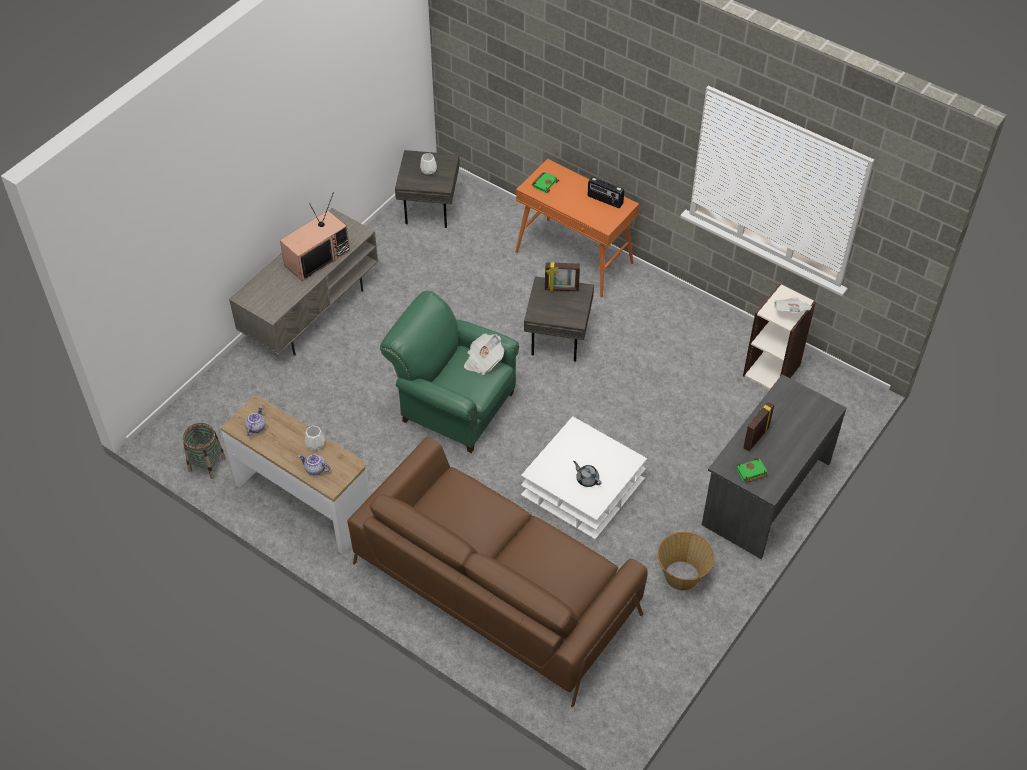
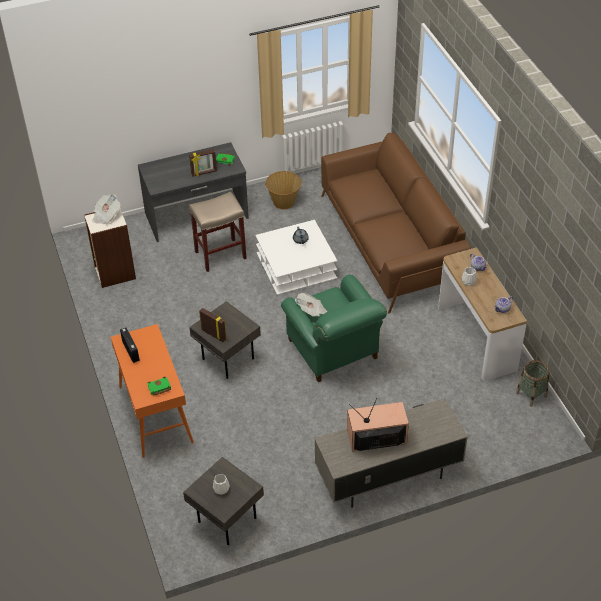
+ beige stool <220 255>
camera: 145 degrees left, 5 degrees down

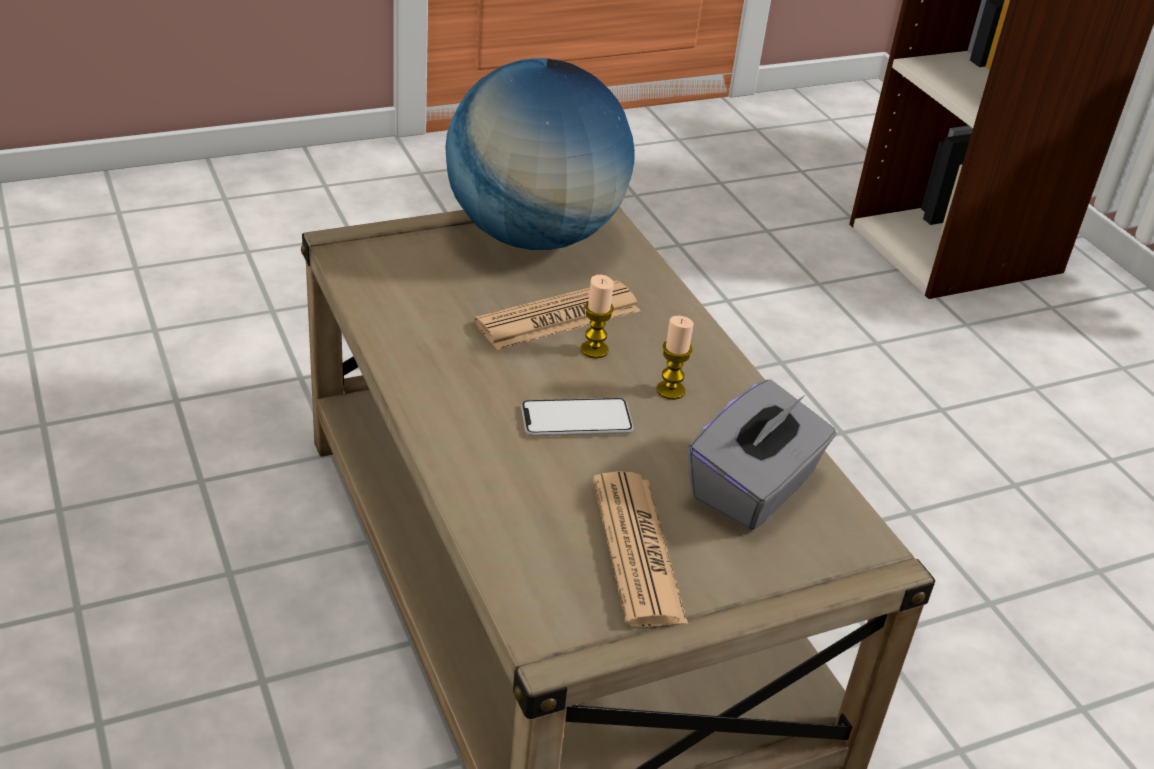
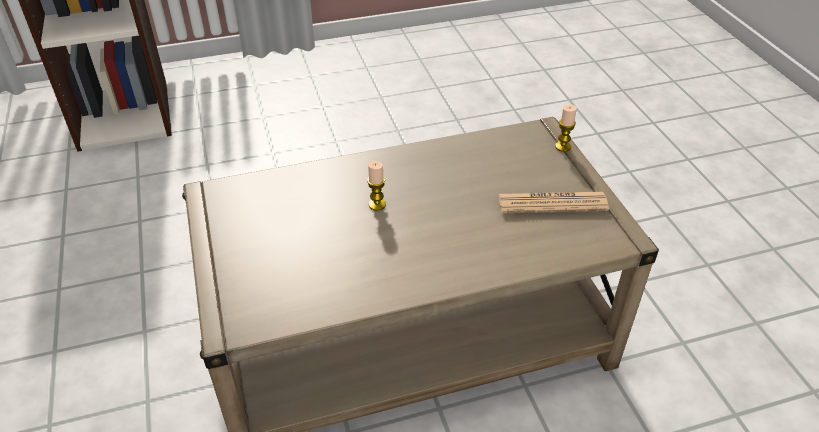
- globe <533 236>
- newspaper <558 317>
- phone <576 419>
~ candle <670 390> to <563 146>
- grey tissue box <754 489>
camera: 80 degrees left, 5 degrees up

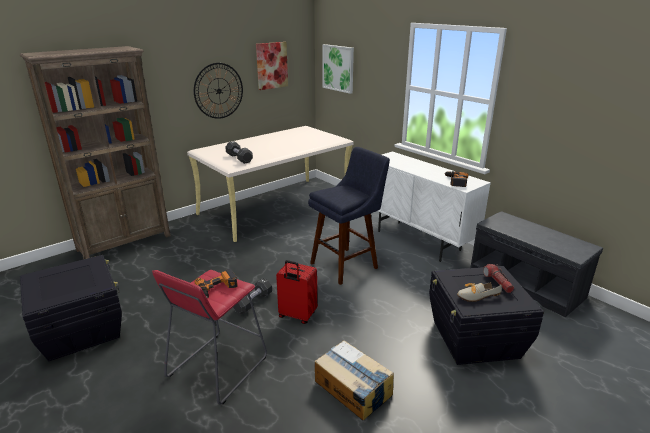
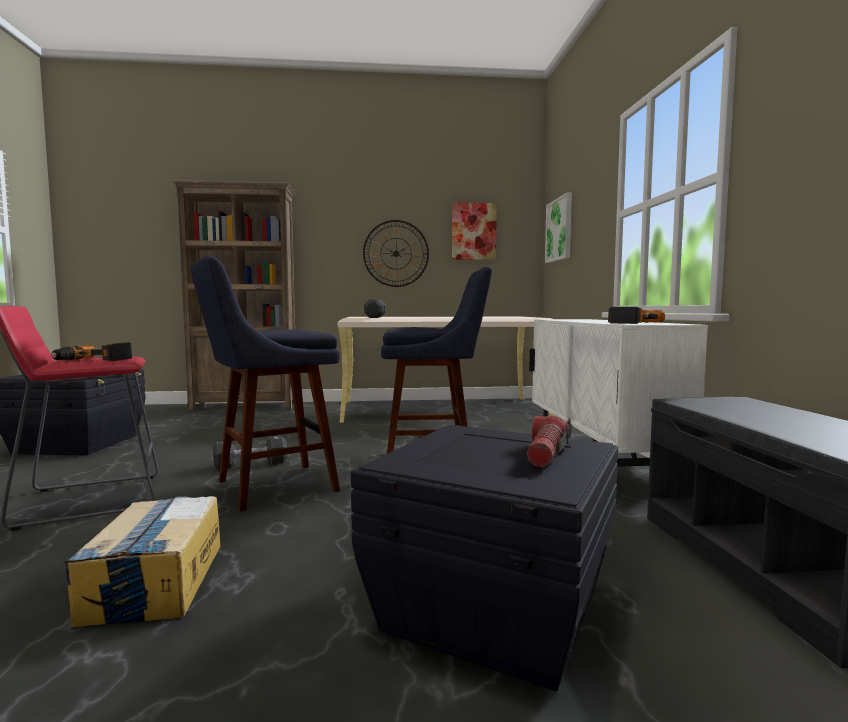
~ red suitcase <297 316> to blue stool <268 487>
- shoe <474 296>
camera: 35 degrees right, 20 degrees down

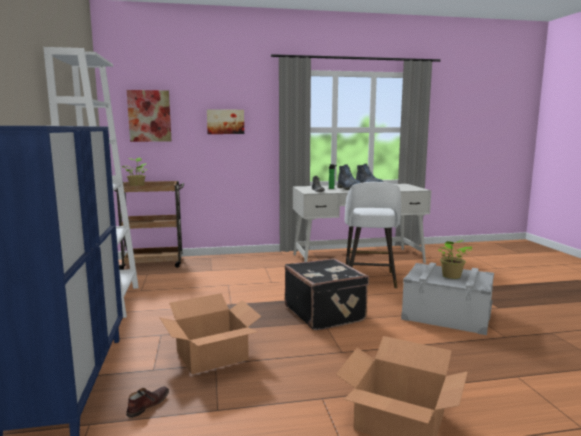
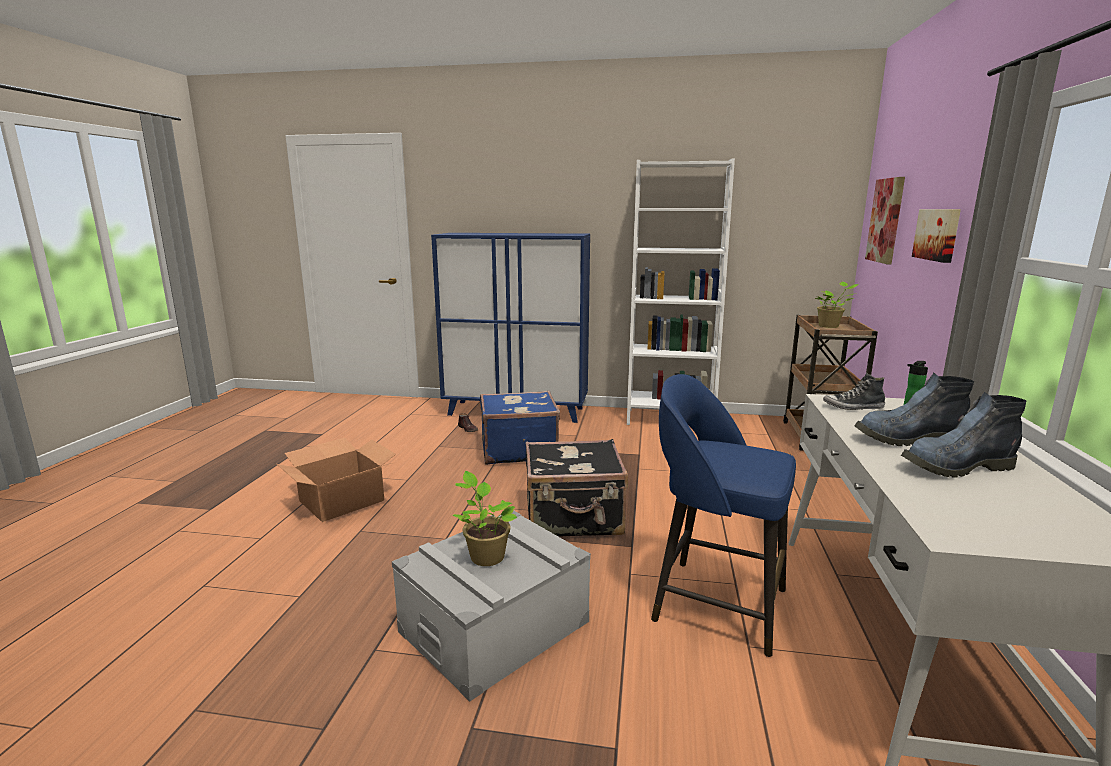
~ cardboard box <212 355> to blue suitcase <518 450>
~ white stool <369 279> to blue stool <715 603>
camera: 110 degrees right, 5 degrees up

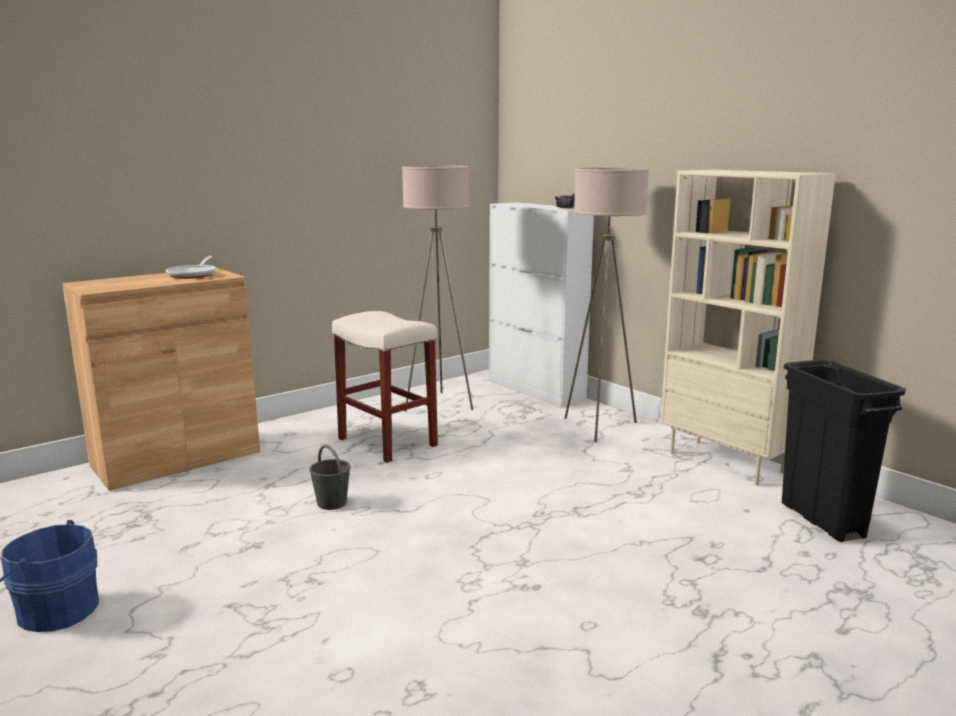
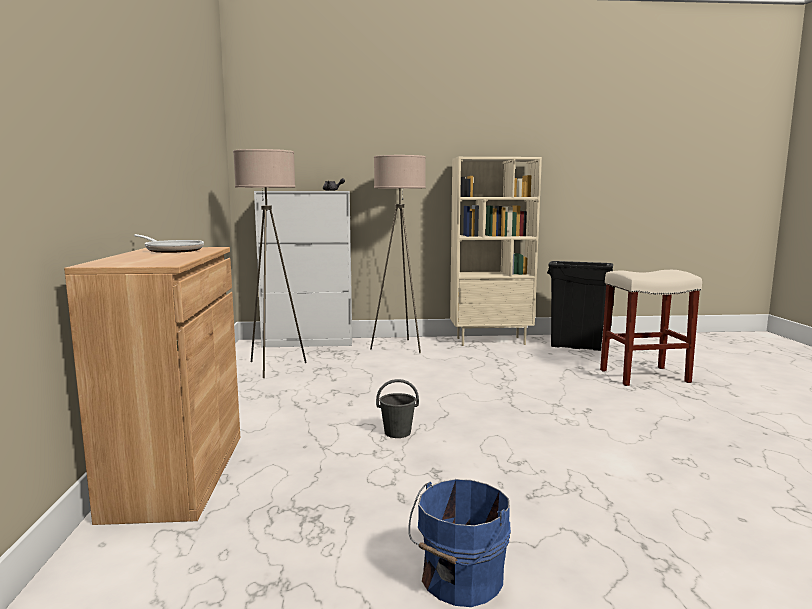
~ beige stool <388 442> to <645 376>
camera: 55 degrees left, 5 degrees down

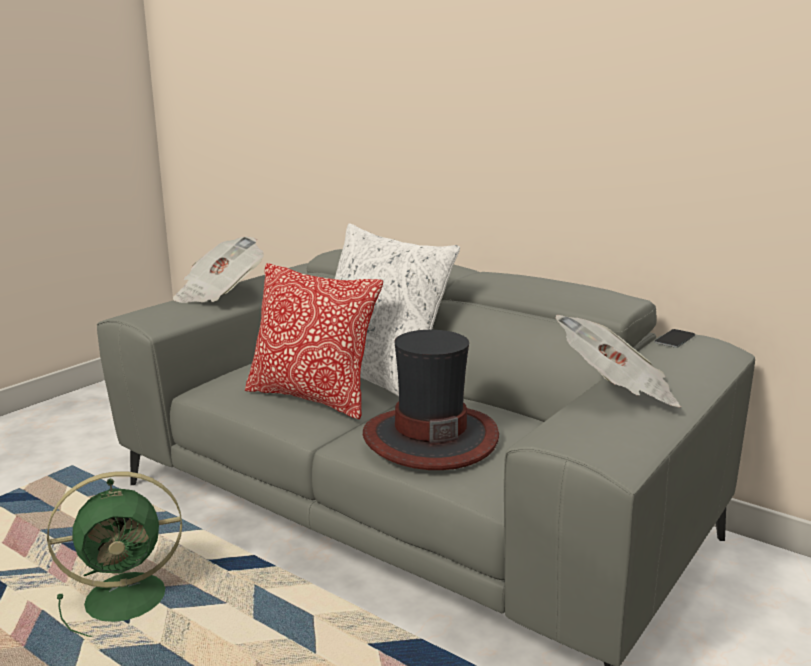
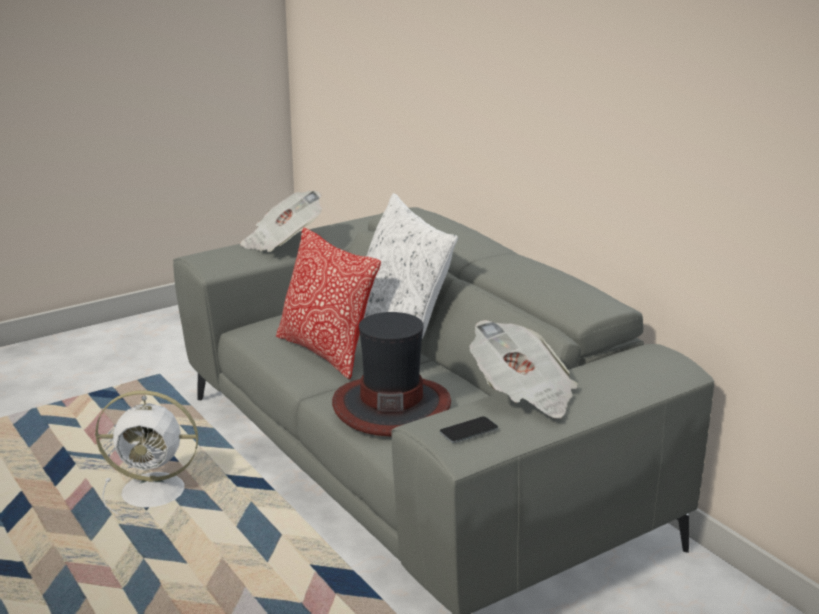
~ green fan <130 597> to white fan <156 491>
~ phone <675 339> to <468 430>
camera: 20 degrees right, 5 degrees up

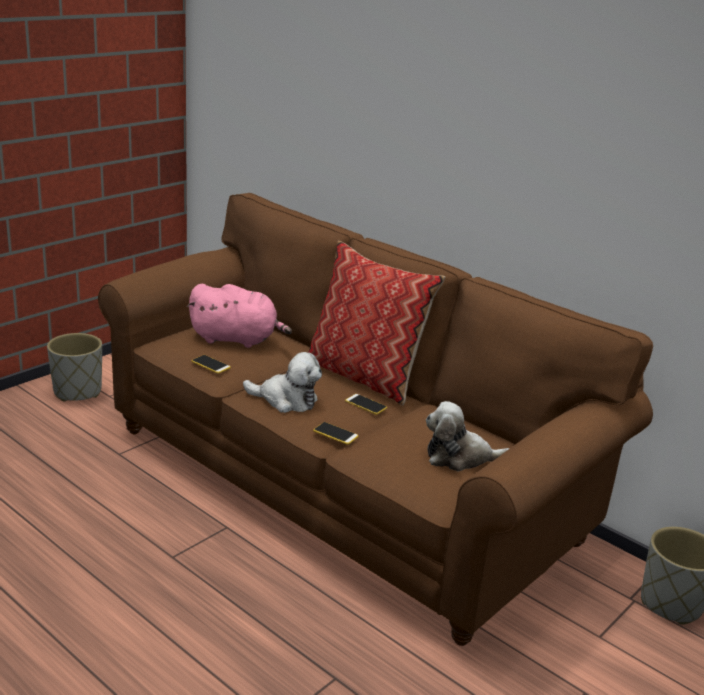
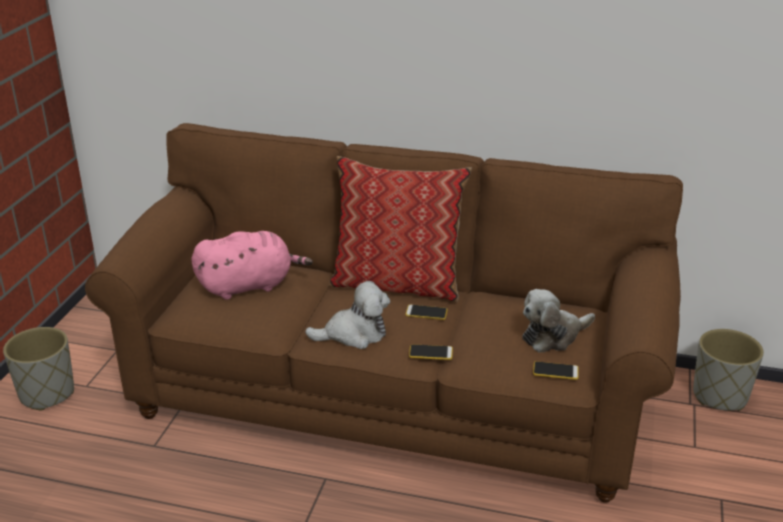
~ phone <211 364> to <555 371>
camera: 25 degrees left, 5 degrees up

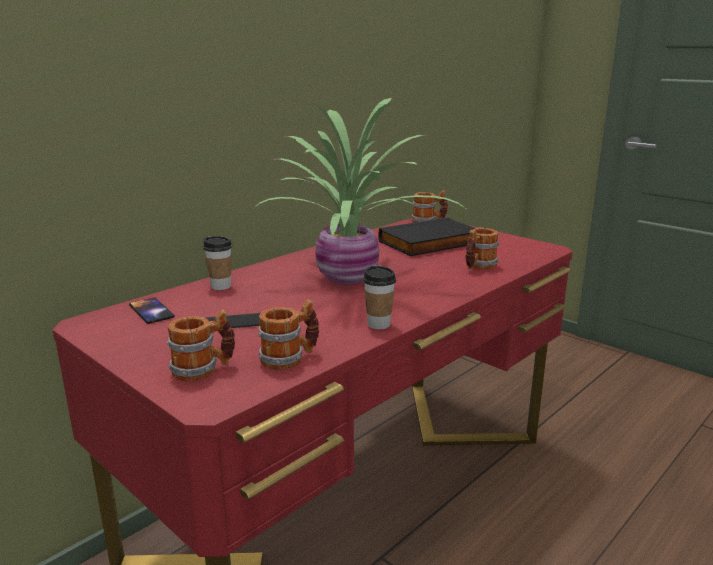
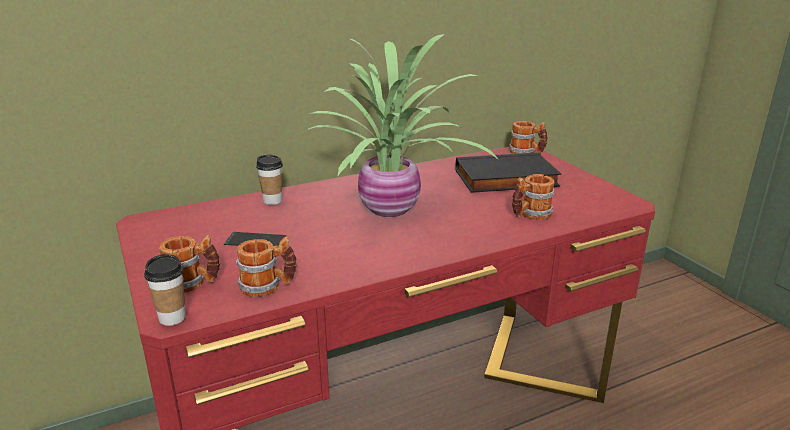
- phone <151 311>
~ cup <378 324> to <172 318>
camera: 20 degrees right, 5 degrees up

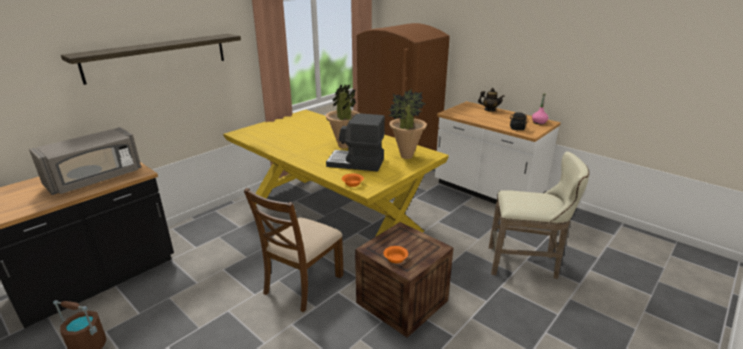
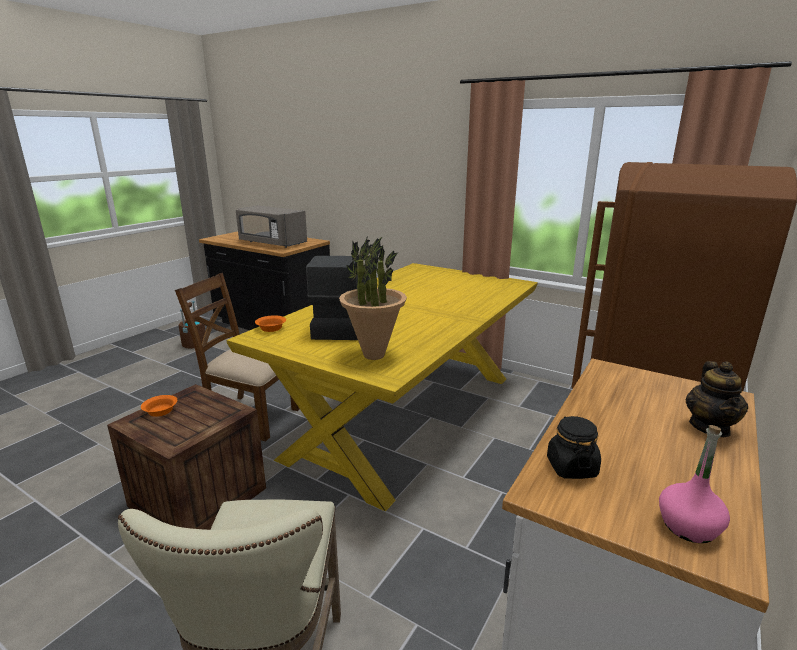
- shelf <157 57>
- potted plant <344 146>
camera: 80 degrees right, 5 degrees down

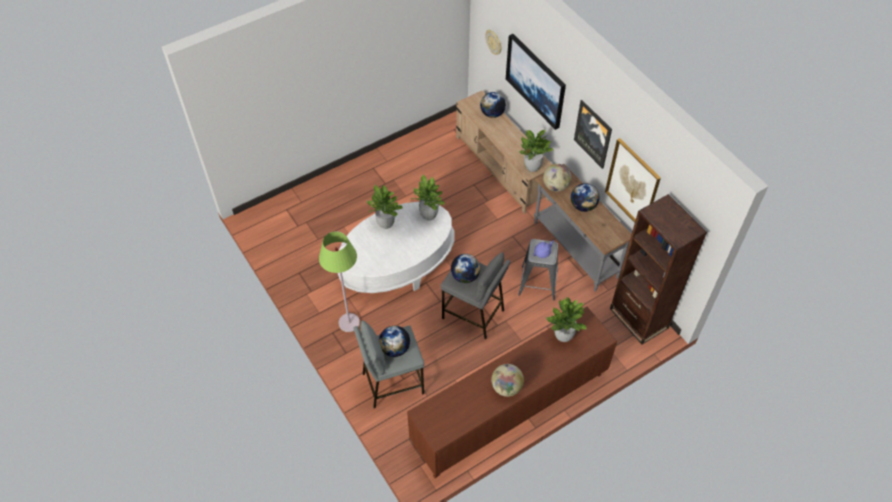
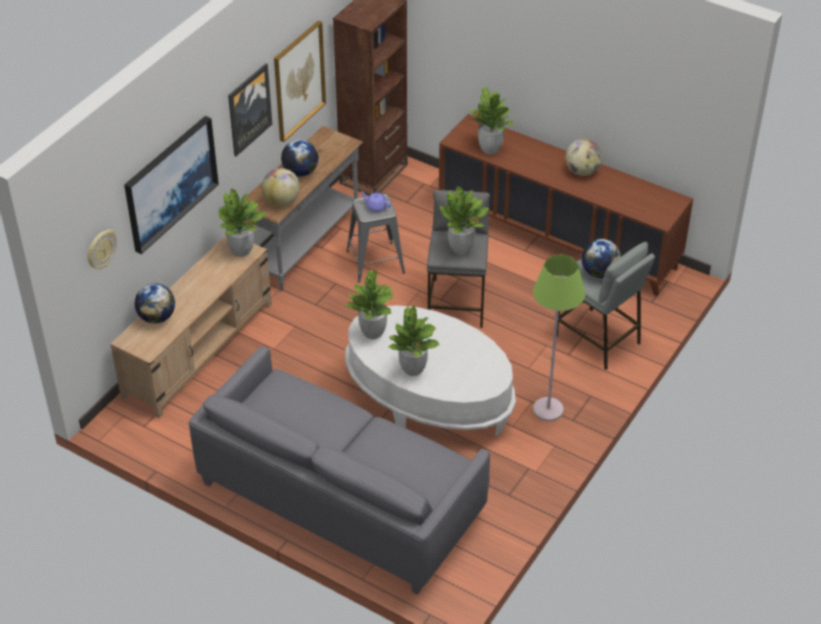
~ globe <465 276> to potted plant <461 249>
+ grey sofa <340 497>
camera: 115 degrees left, 10 degrees down

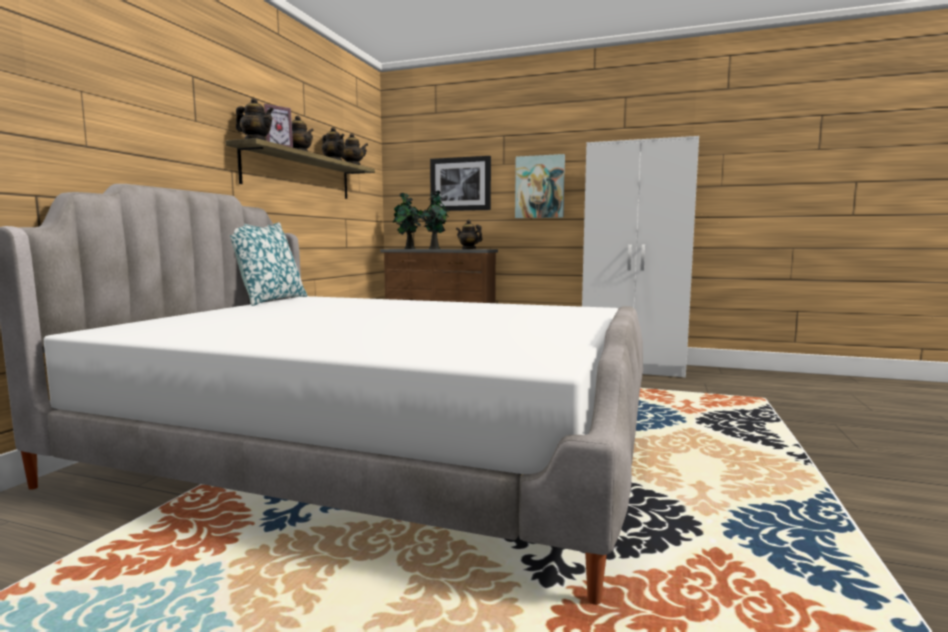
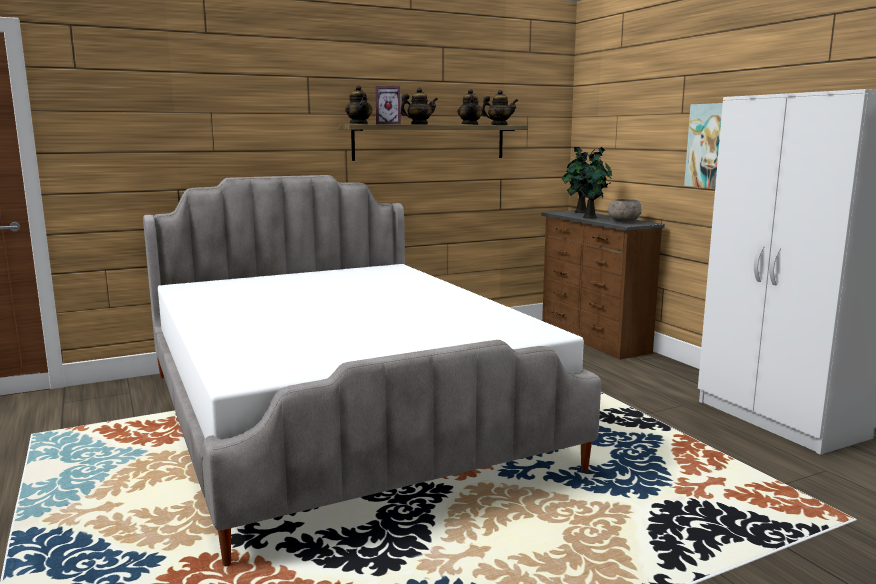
- pillow <268 300>
- picture <460 184>
~ teapot <468 249> to grey bowl <623 221>
camera: 45 degrees right, 5 degrees up

